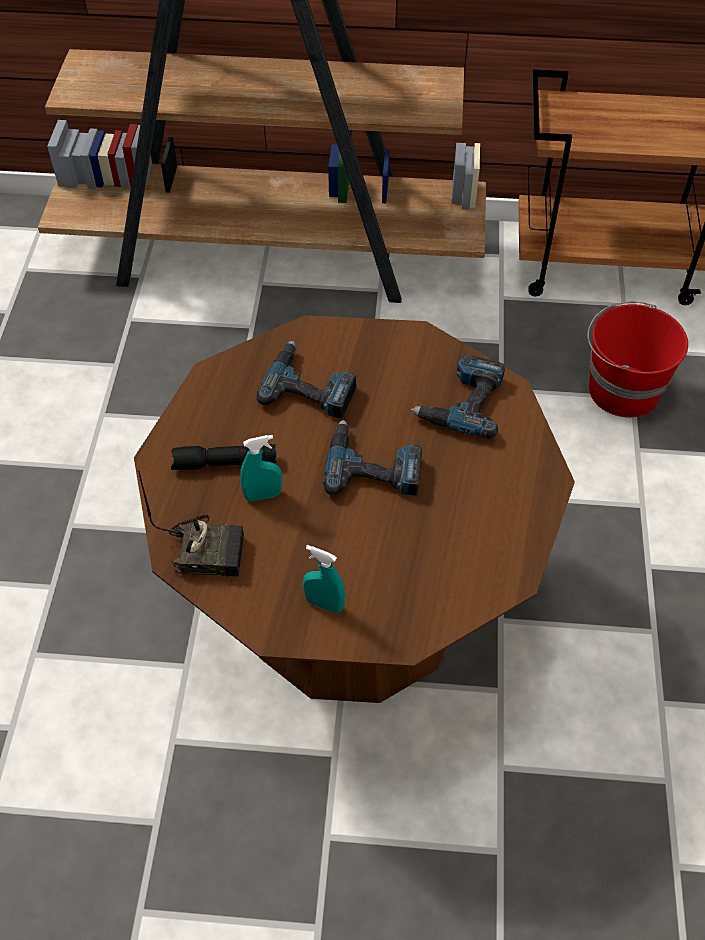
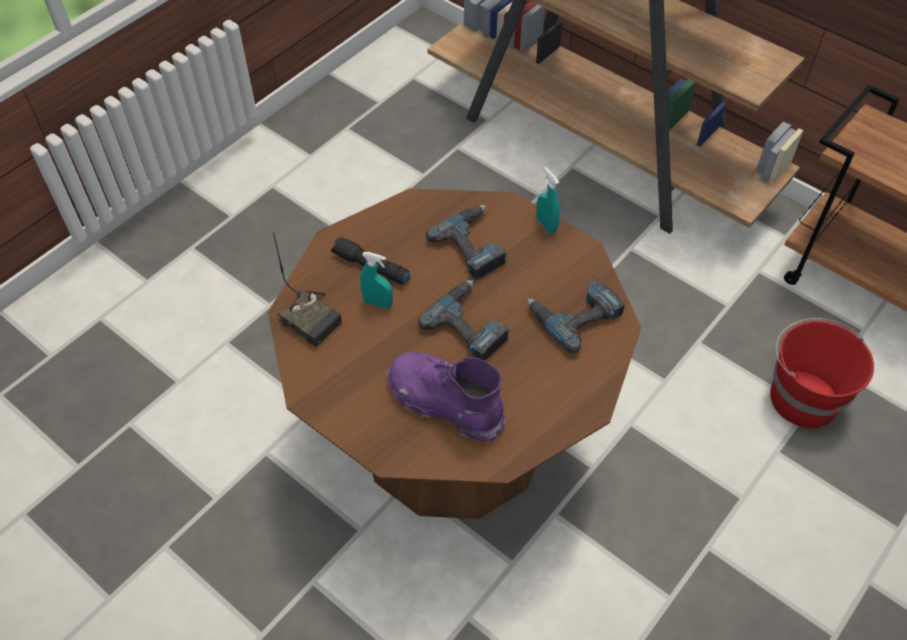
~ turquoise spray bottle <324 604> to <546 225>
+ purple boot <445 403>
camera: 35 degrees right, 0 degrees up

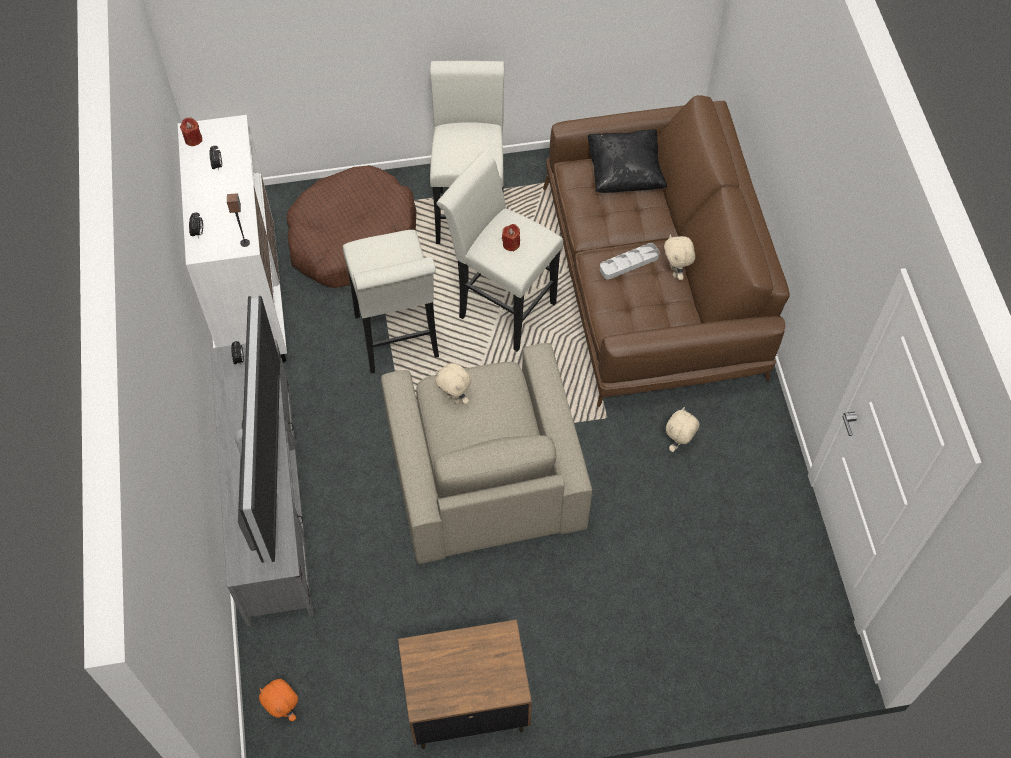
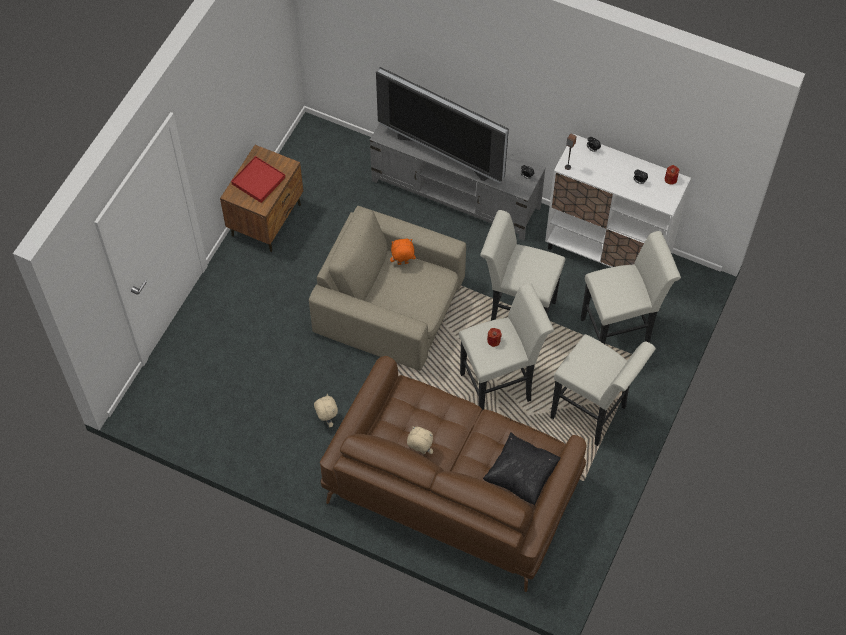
~ orange plush toy <284 709> to <402 263>
~ brown dog bed <352 238> to white stool <620 333>
- beige plush toy <454 398>
- grey tray <629 263>
+ red tray <258 181>
camera: 125 degrees right, 0 degrees up

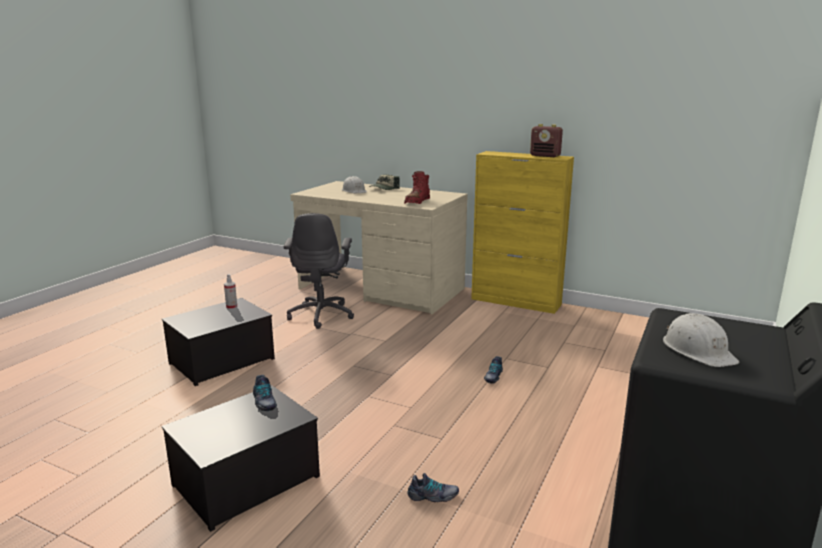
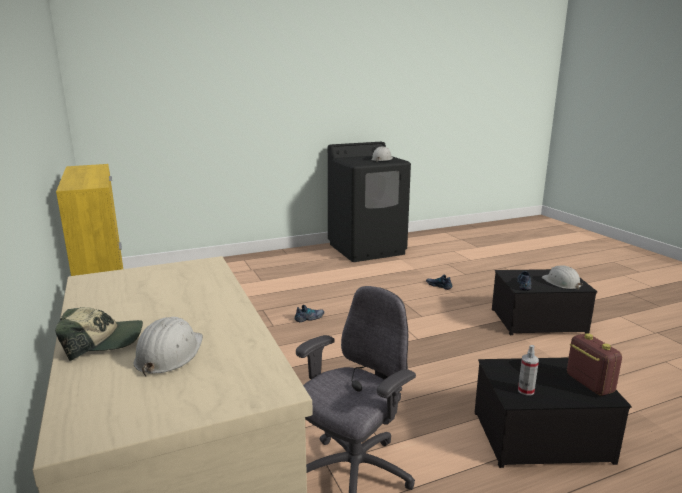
- red boot <417 202>
~ radio <545 156> to <588 383>
+ white hard hat <561 282>
camera: 140 degrees left, 0 degrees up

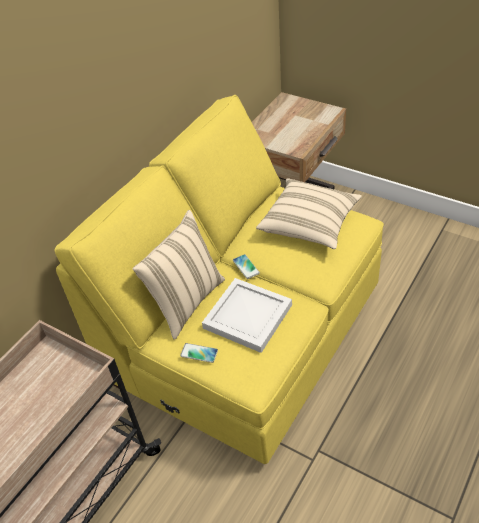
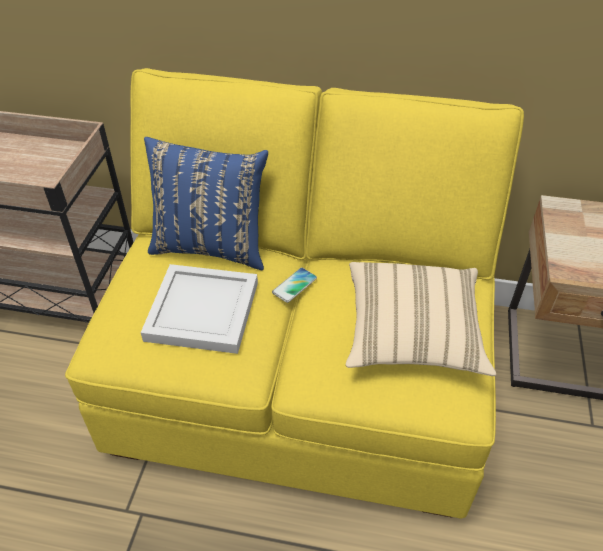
~ beige pillow <186 302> to blue pillow <211 246>
- phone <199 353>
camera: 65 degrees right, 0 degrees up

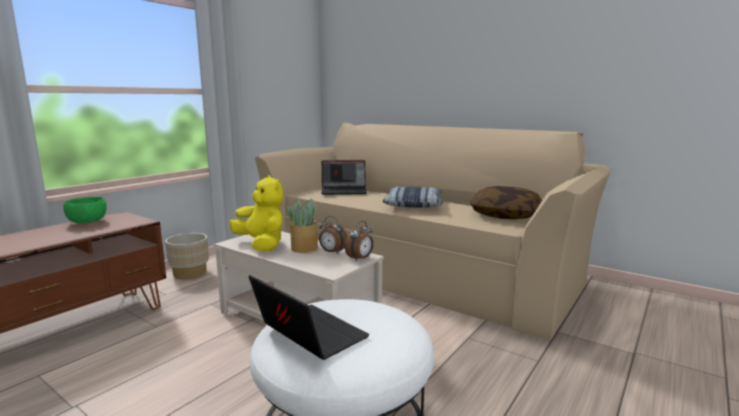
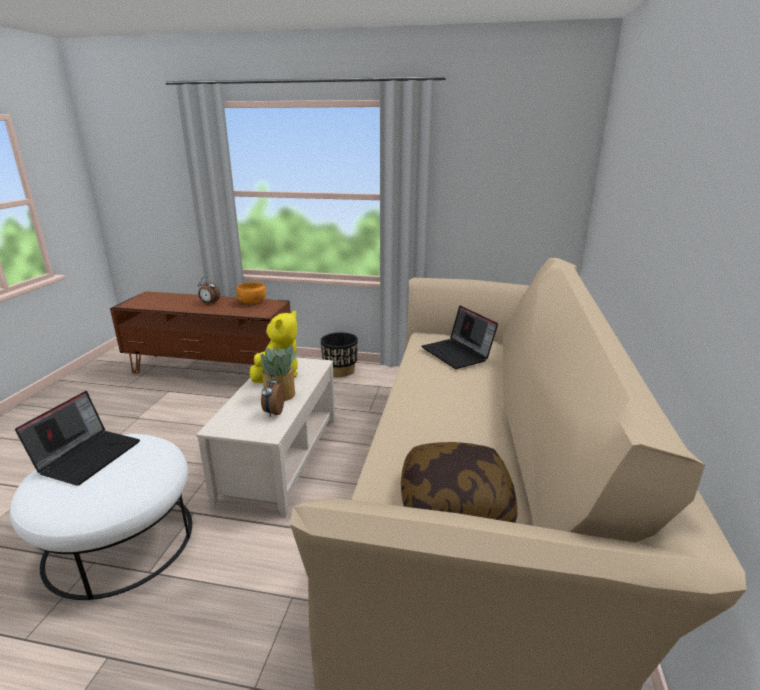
~ green bowl <87 222> to orange bowl <252 302>
~ beige planter <190 273> to black planter <340 370>
~ alarm clock <360 259> to <209 303>
- pillow <413 204>
camera: 65 degrees right, 10 degrees up

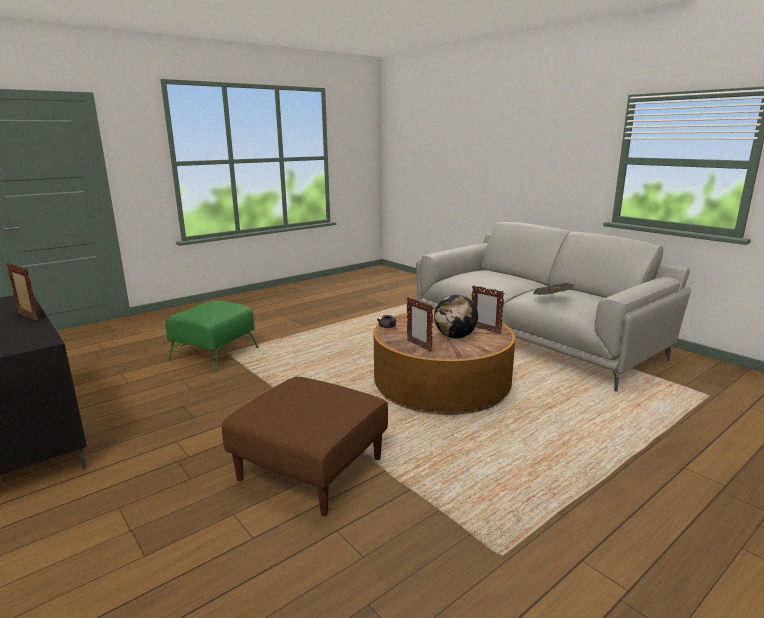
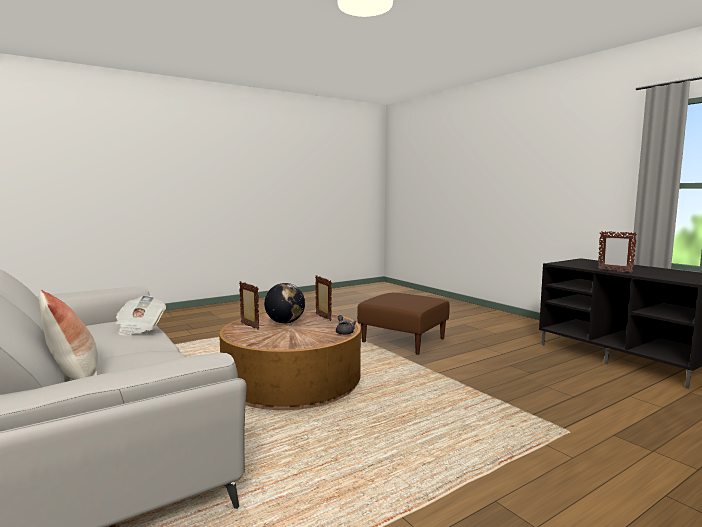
- green ottoman <215 354>
+ pillow <74 379>
camera: 175 degrees left, 10 degrees down

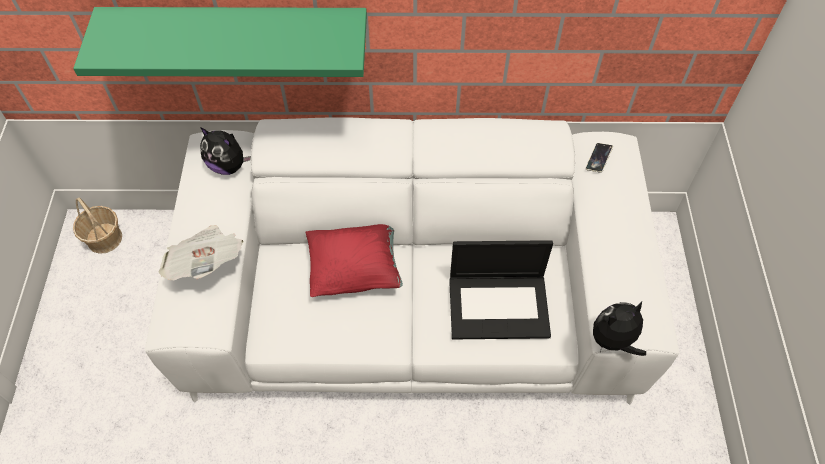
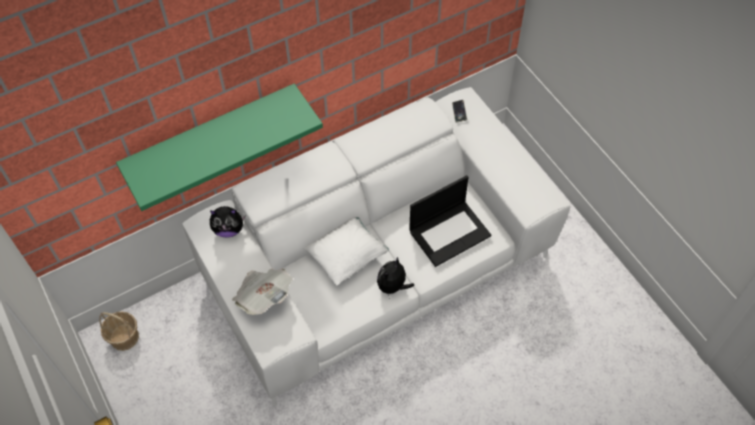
~ red pillow <355 269> to white pillow <347 256>
~ plush toy <613 341> to <393 287>
camera: 30 degrees left, 0 degrees up

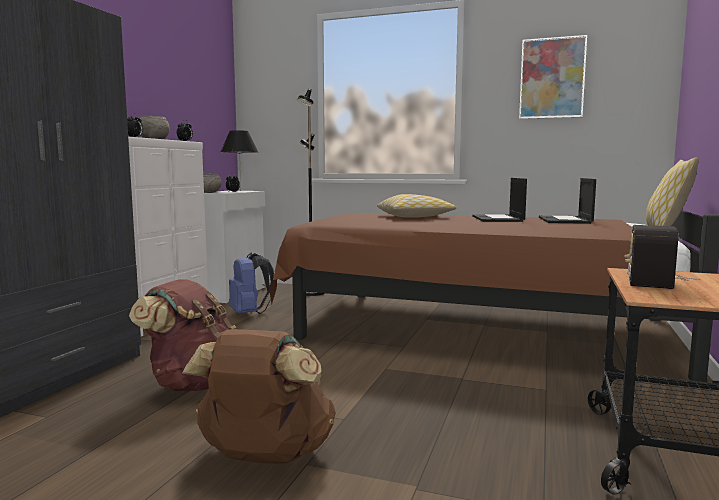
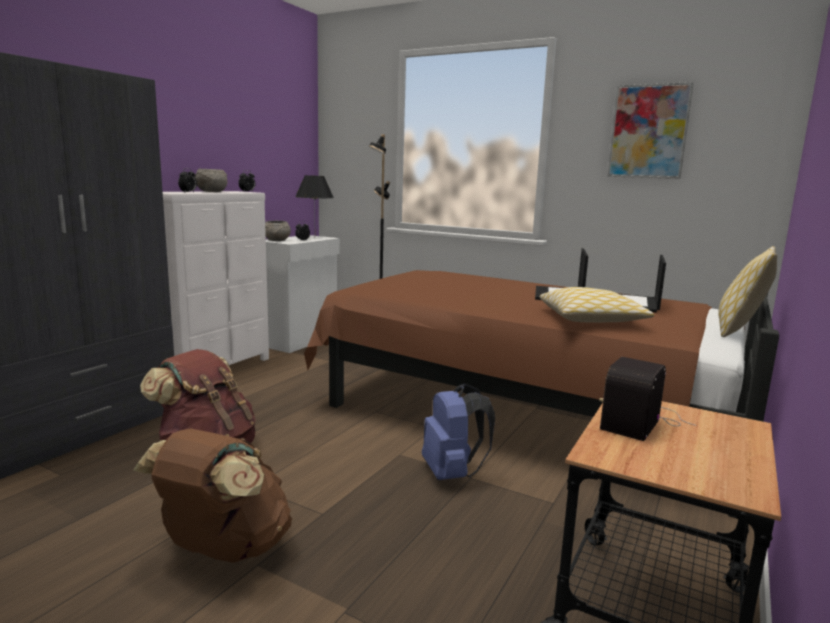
~ blue backpack <249 313> to <452 473>
~ pillow <414 217> to <591 319>
camera: 10 degrees right, 5 degrees up

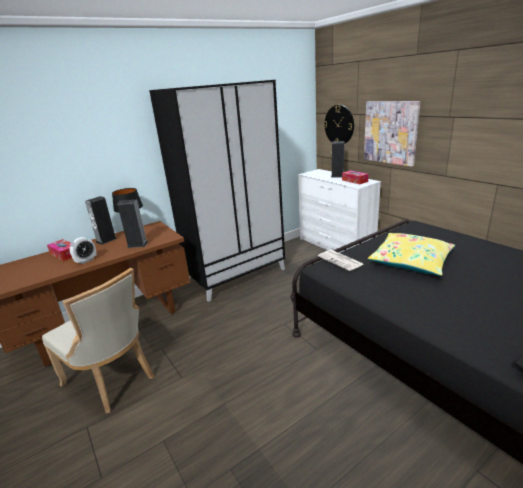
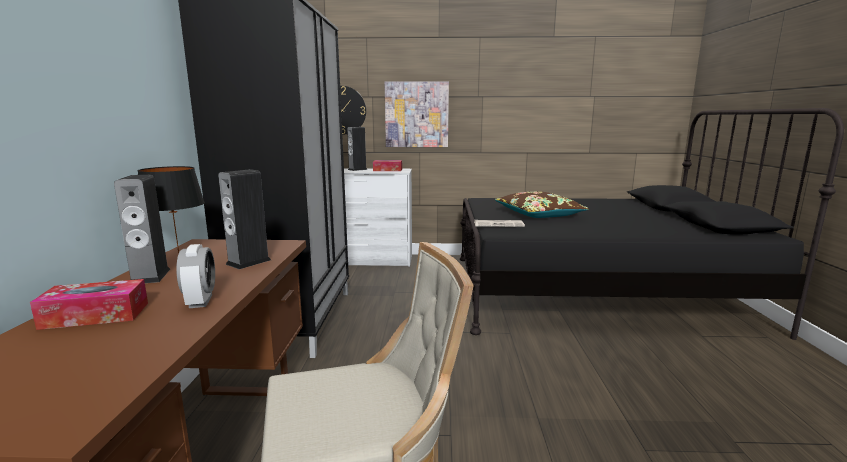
~ yellow pillow <411 261> to brown pillow <538 214>
camera: 55 degrees left, 10 degrees down

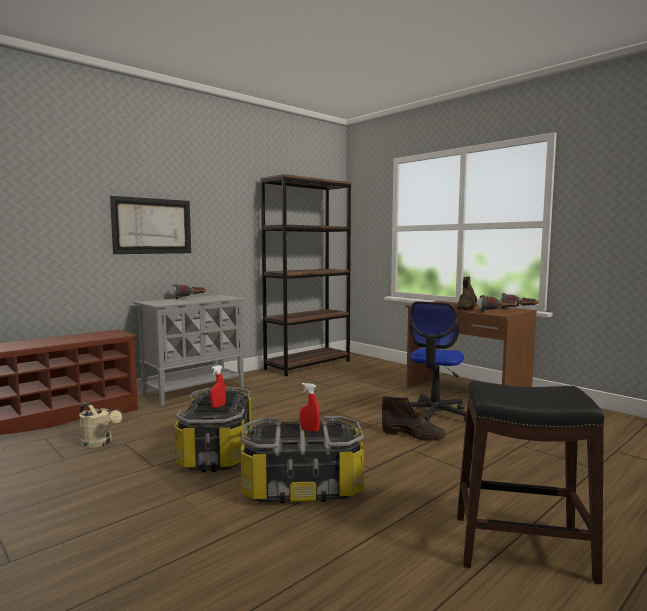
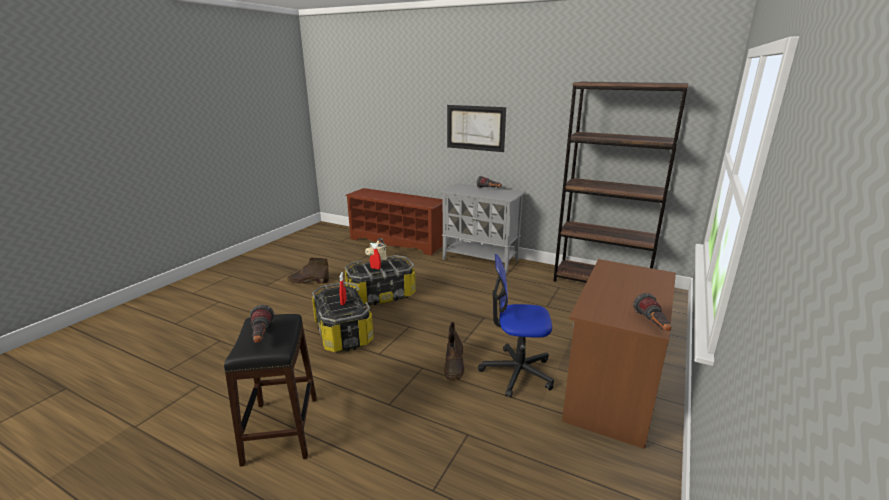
~ brown boot <467 307> to <308 281>
~ flashlight <497 312> to <261 336>
camera: 70 degrees right, 15 degrees up

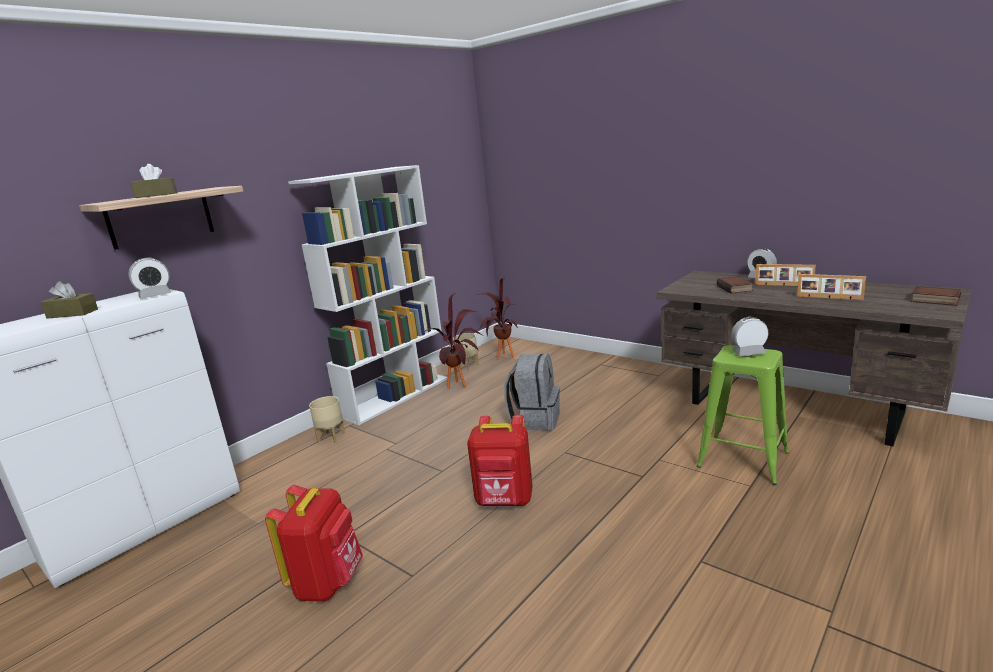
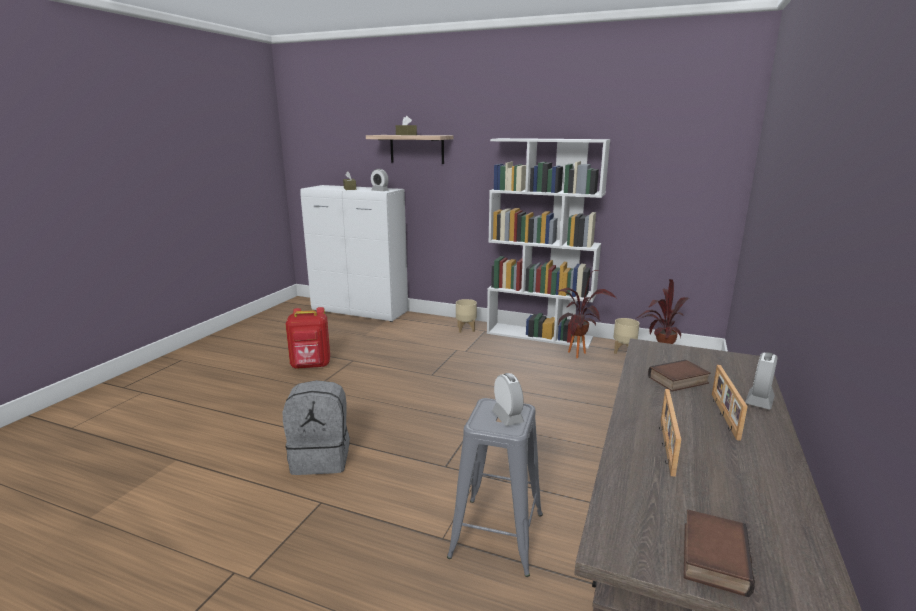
- red backpack <505 501>
~ grey backpack <535 420> to <321 458>
~ green stool <743 460> to grey stool <496 535>
camera: 70 degrees right, 0 degrees up

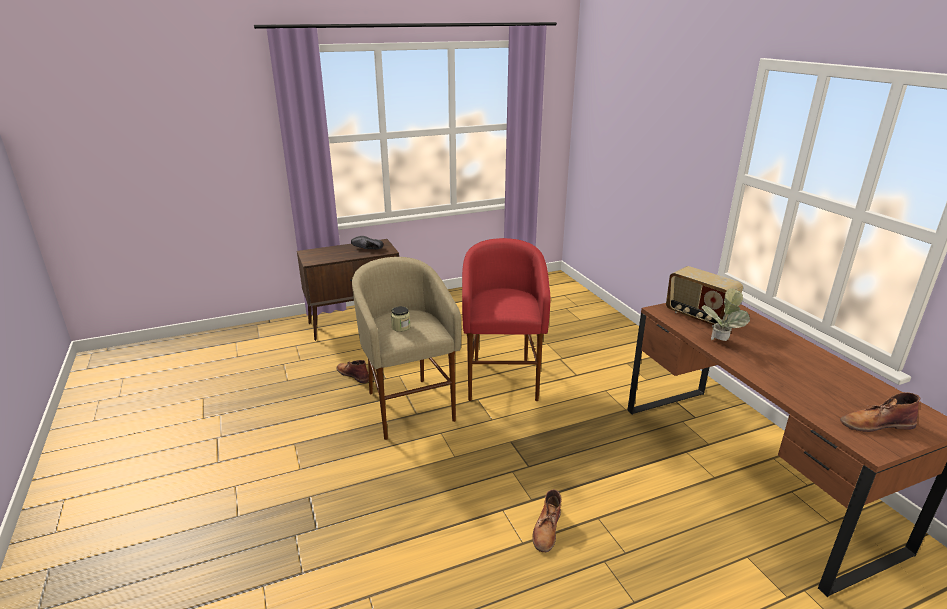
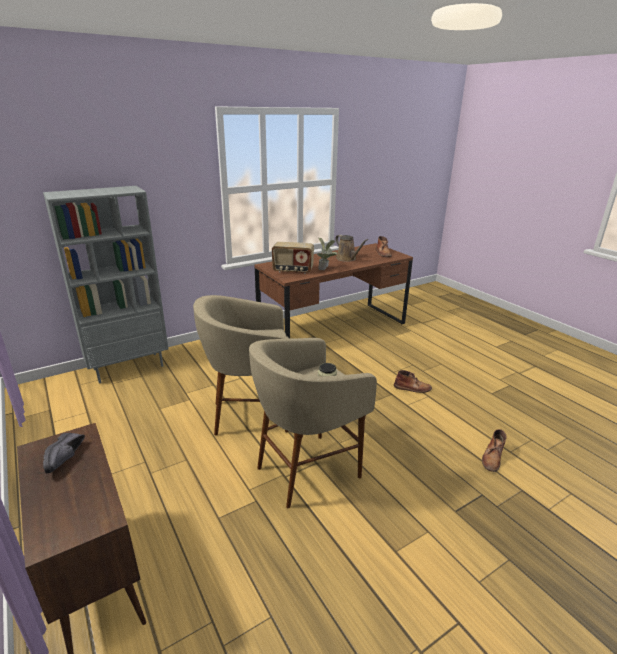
~ brown boot <353 374> to <492 457>
~ red stool <502 379> to beige stool <250 415>
~ radio <698 316> = <293 271> 60 degrees clockwise
+ grey bookcase <129 367>
+ brown watering can <347 259>
camera: 100 degrees left, 0 degrees up

